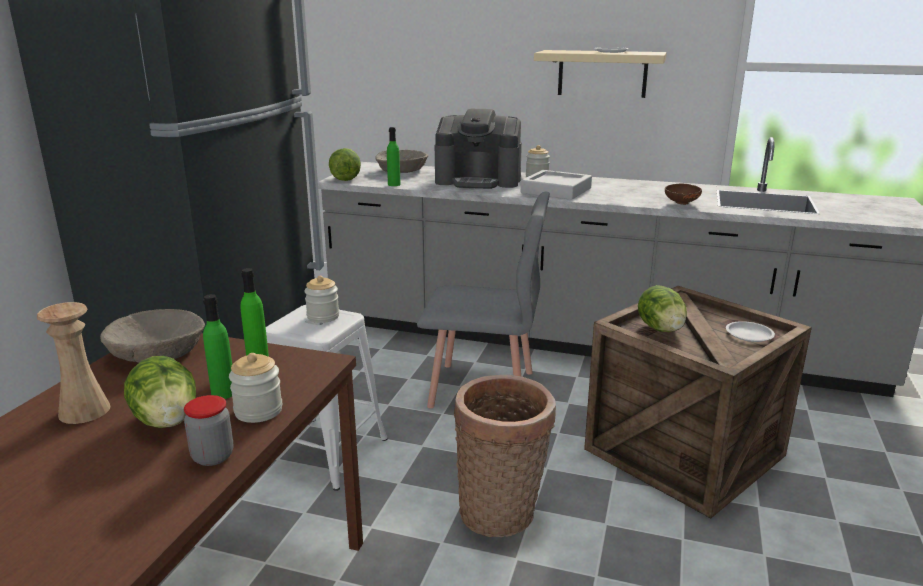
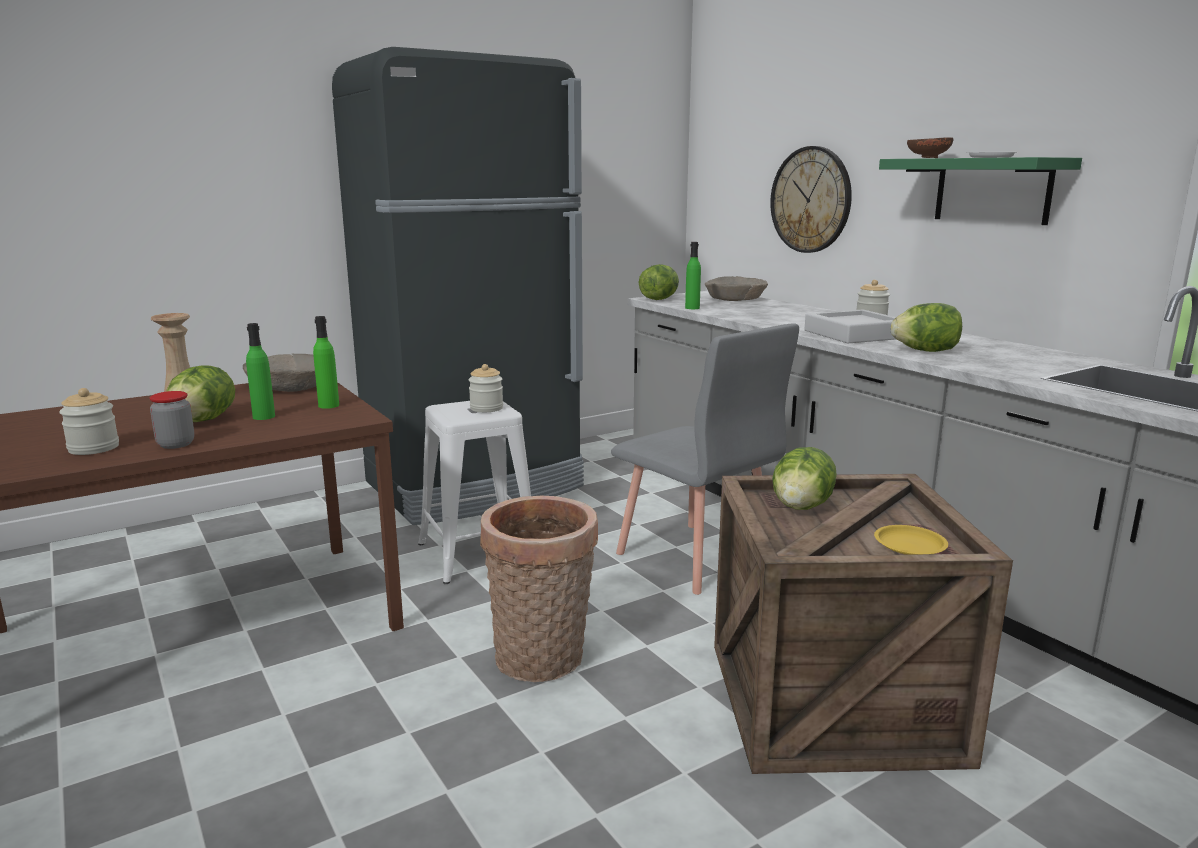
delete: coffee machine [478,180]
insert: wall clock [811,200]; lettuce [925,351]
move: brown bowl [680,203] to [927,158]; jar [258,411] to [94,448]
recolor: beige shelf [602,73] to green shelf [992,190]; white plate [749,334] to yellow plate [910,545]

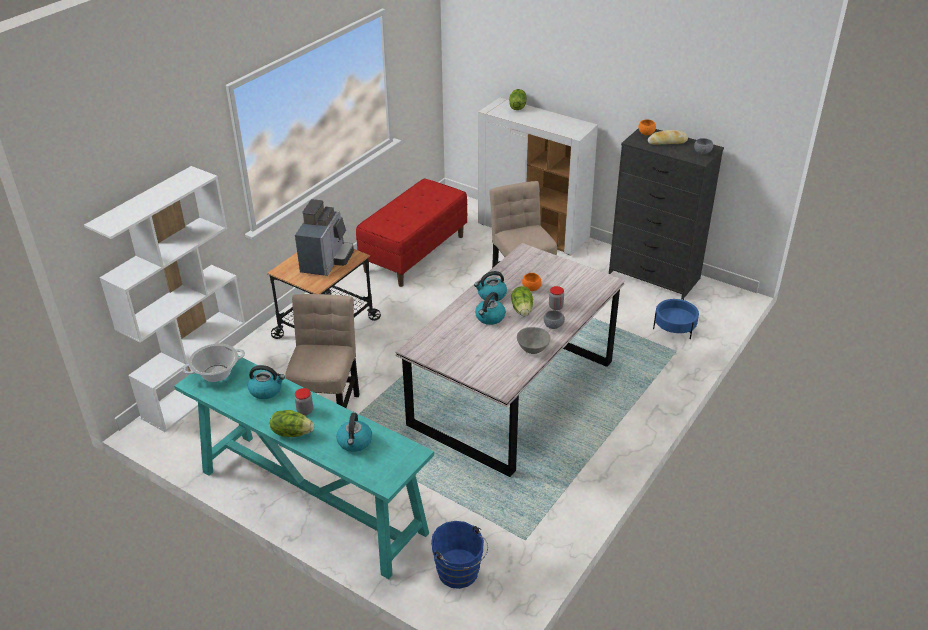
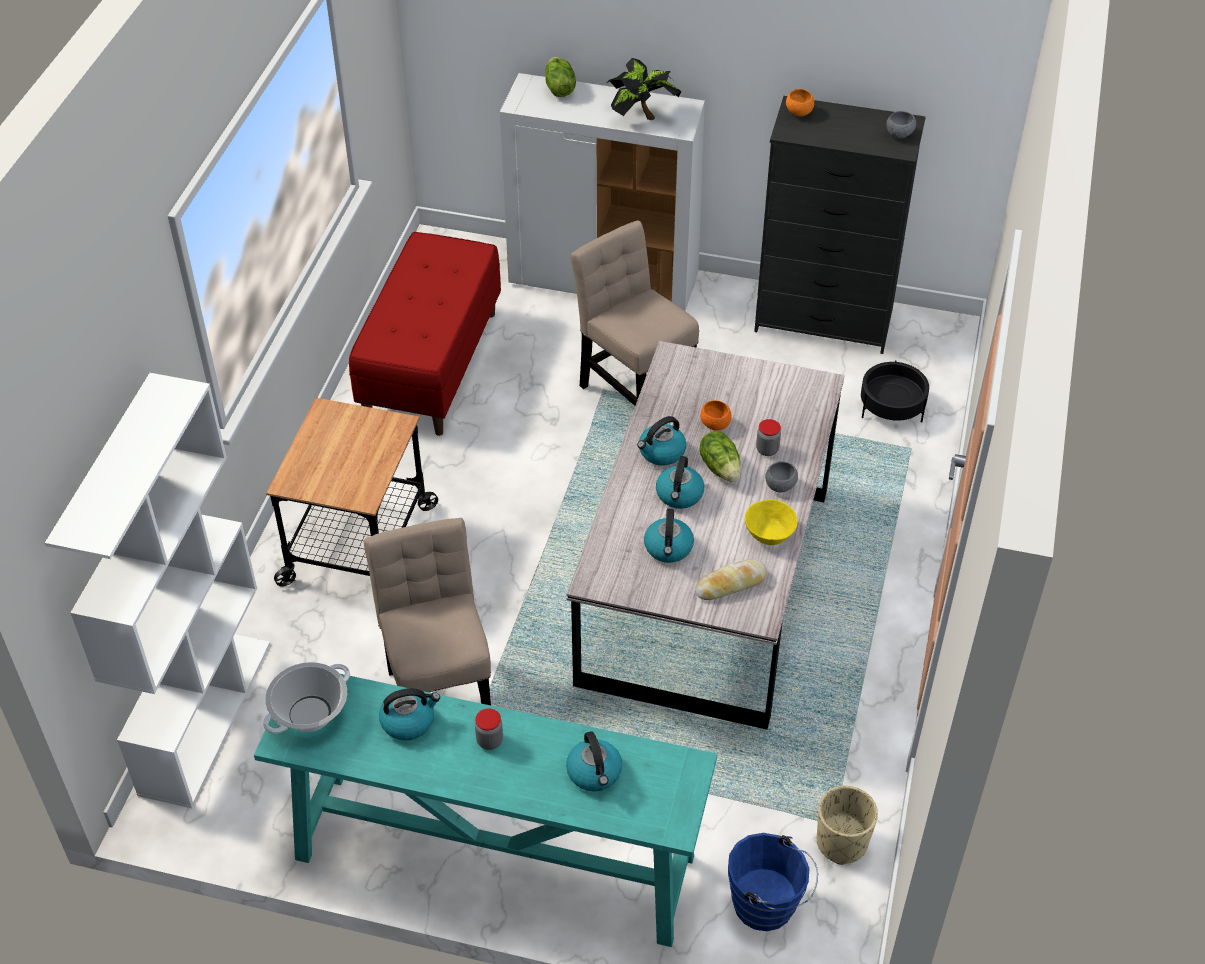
delete: coffee machine [326,261]; lettuce [292,432]
insert: potted plant [641,117]; kettle [668,548]; beige planter [841,843]
move: bread [667,142] to [730,584]
recolor: blue planter [674,327] to black planter [891,407]; grey bowl [533,348] to yellow bowl [770,534]

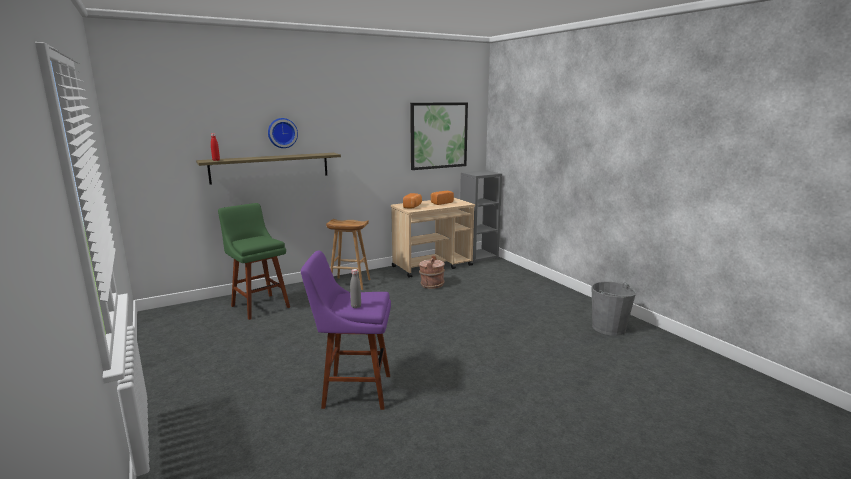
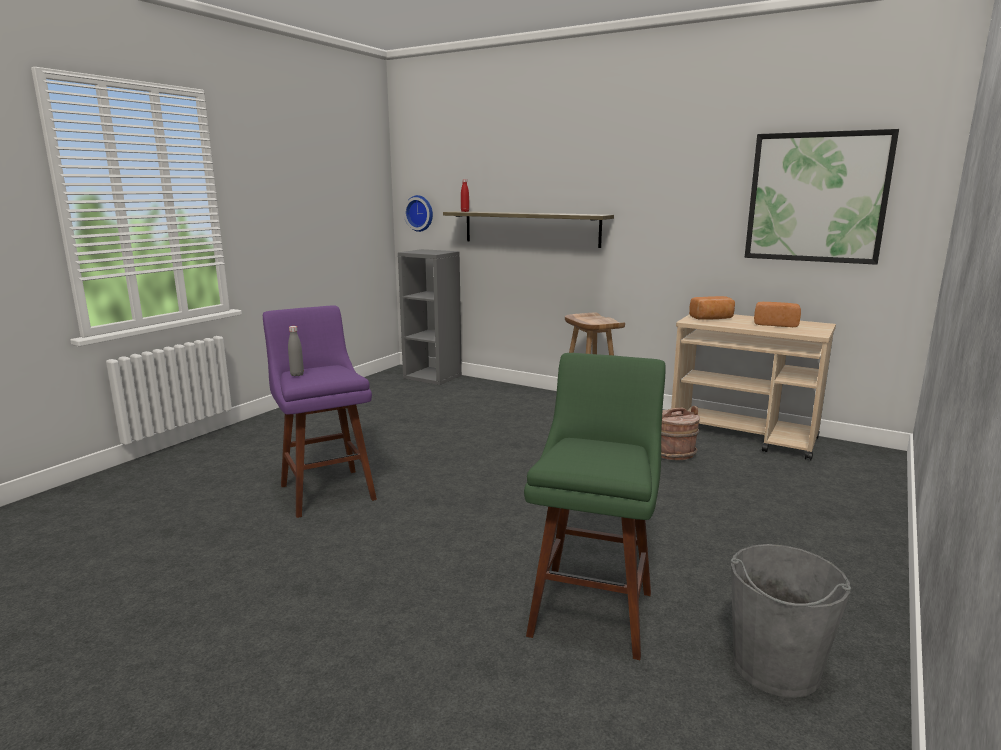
move: wall clock [282,133] to [420,213]; grey bookcase [478,256] to [433,377]; green stool [259,305] to [593,608]

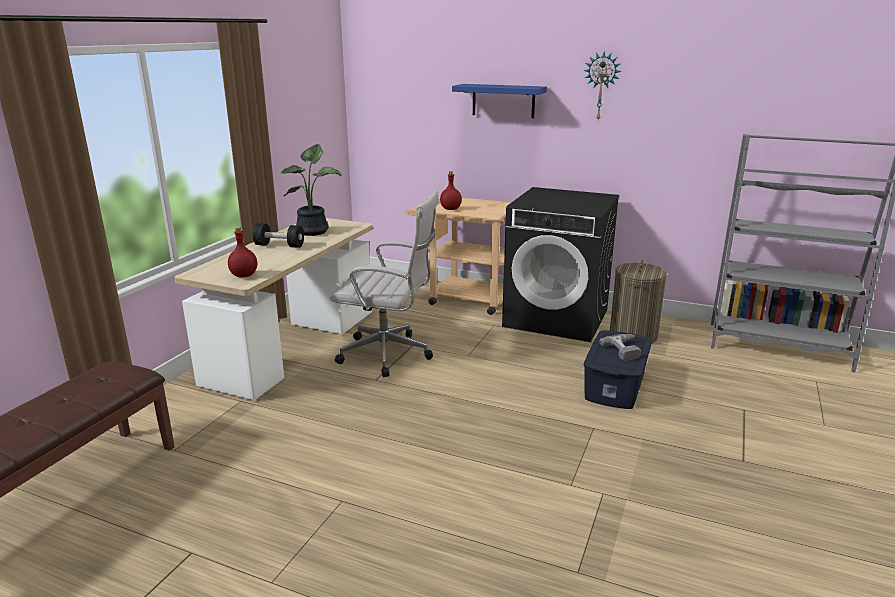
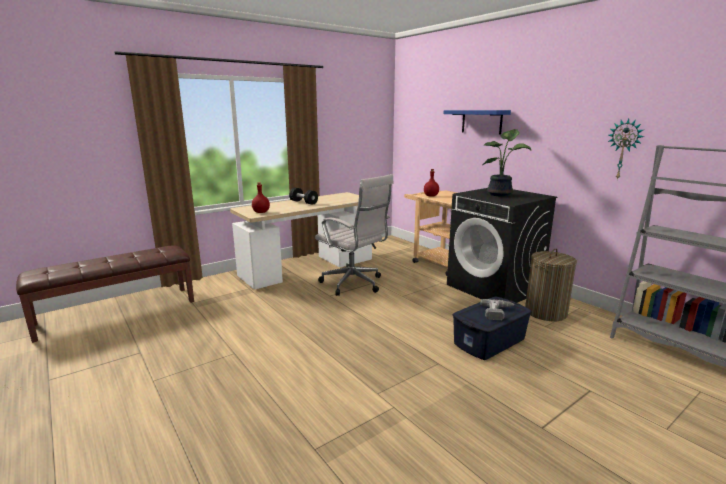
move: wall clock [601,86] to [624,149]; potted plant [314,231] to [501,194]

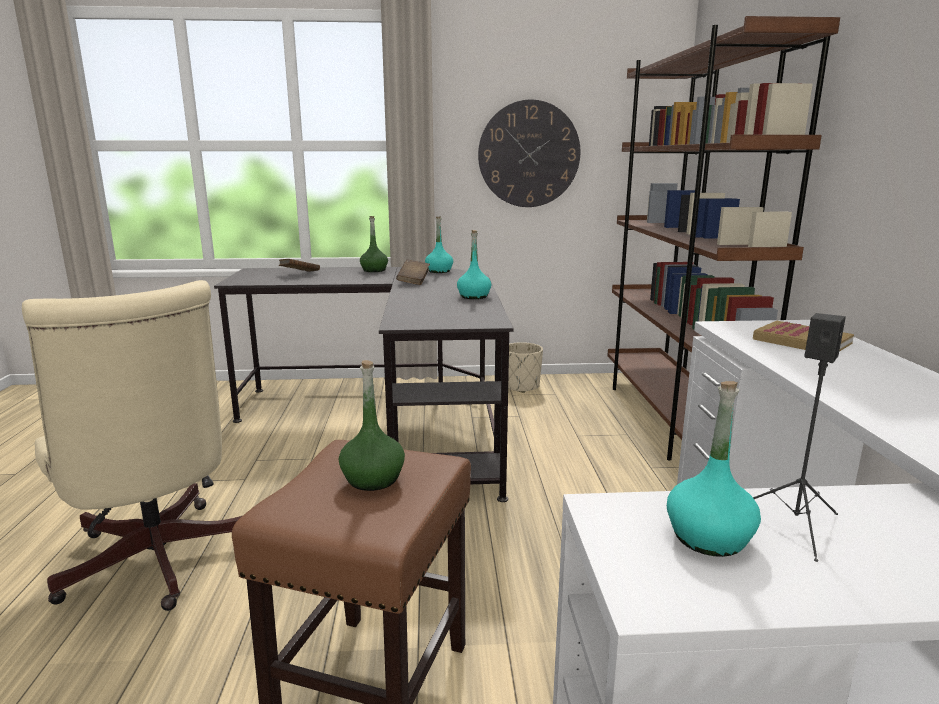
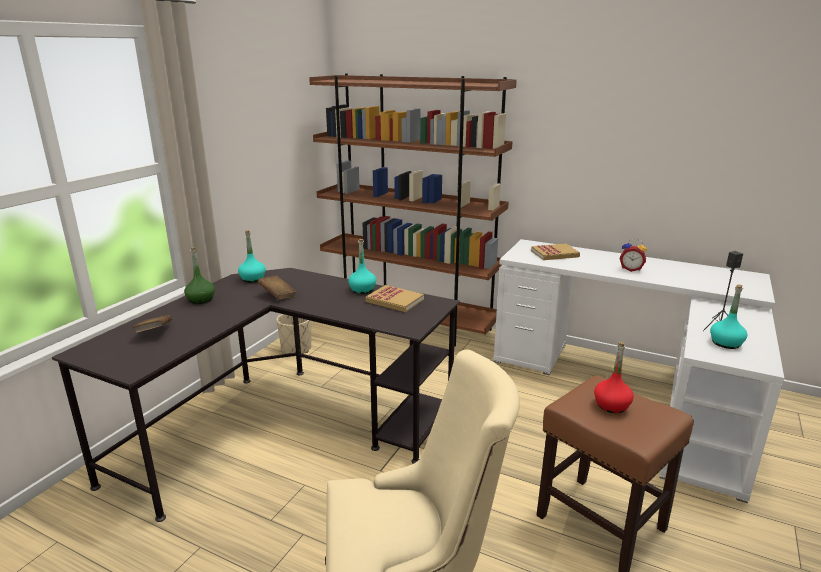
delete: wall clock [529,154]
insert: alarm clock [631,269]; book [395,301]
recolor: green bottle [373,479] to red bottle [611,405]

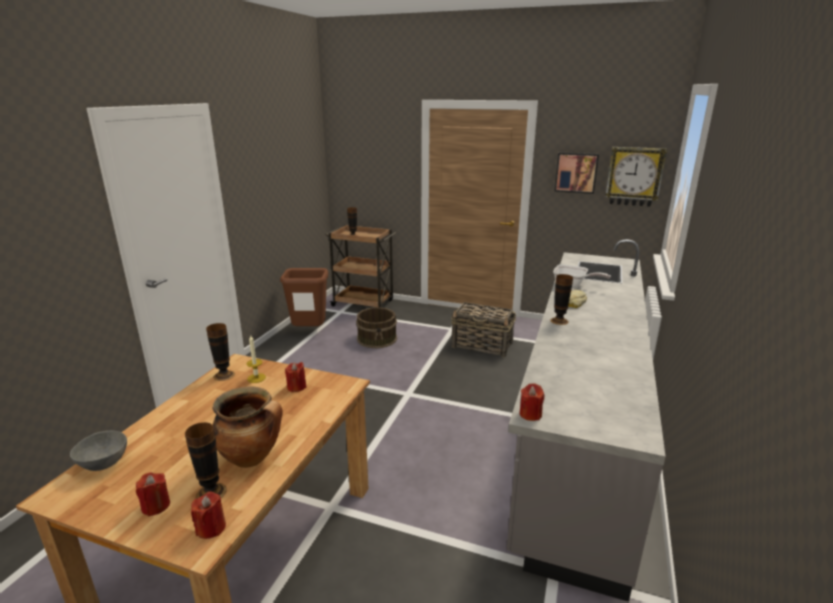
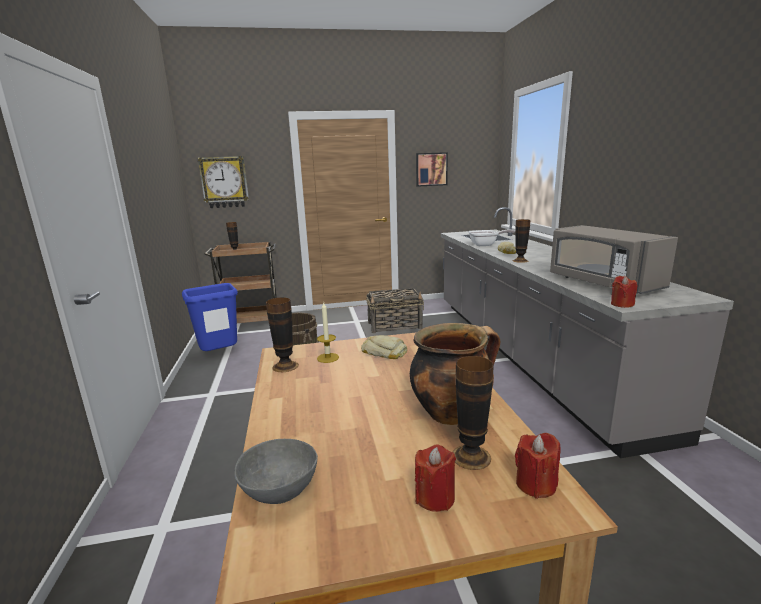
insert: grey microwave [602,283]
move: wall clock [634,176] to [224,182]
replace: red candle [296,387] to bread [384,352]
recolor: brown trash can [309,332] to blue trash can [219,356]

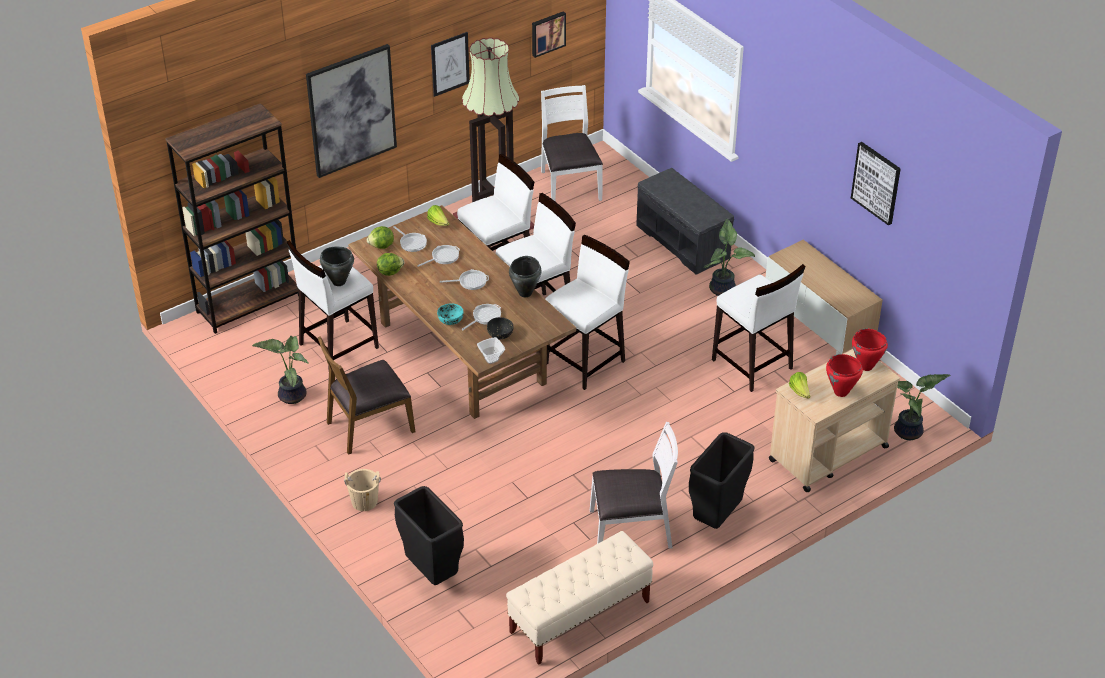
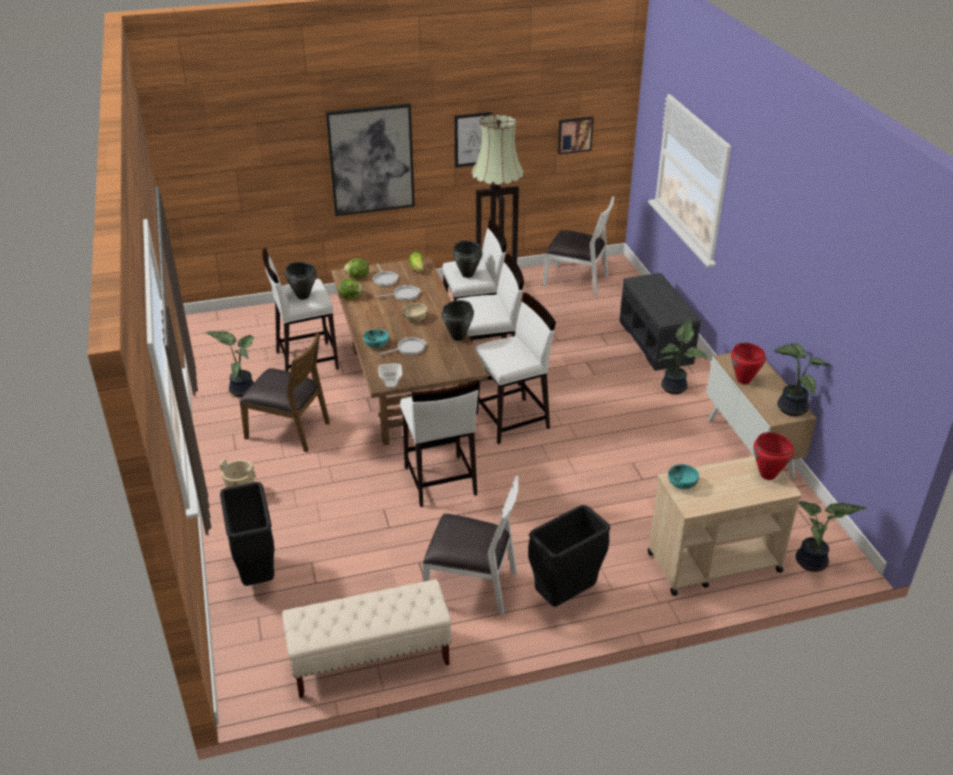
delete: brown bookcase [249,304]; picture [876,182]; black bowl [500,334]
insert: black cooking pot [467,274]; potted plant [790,408]
move: white stool [752,365] to [440,481]; red cooking pot [841,392] to [743,380]
replace: frying pan [470,281] to beige bowl [415,318]; lettuce [800,392] to turquoise bowl [682,483]
rotate: white chair [569,185] = [576,280] 105 degrees clockwise; brown chair [369,426] = [289,429] 150 degrees counterclockwise

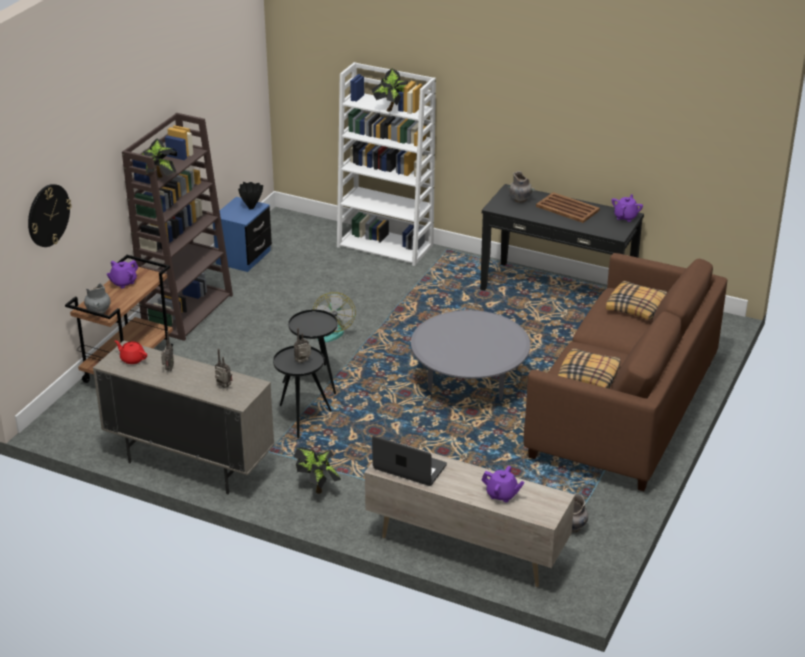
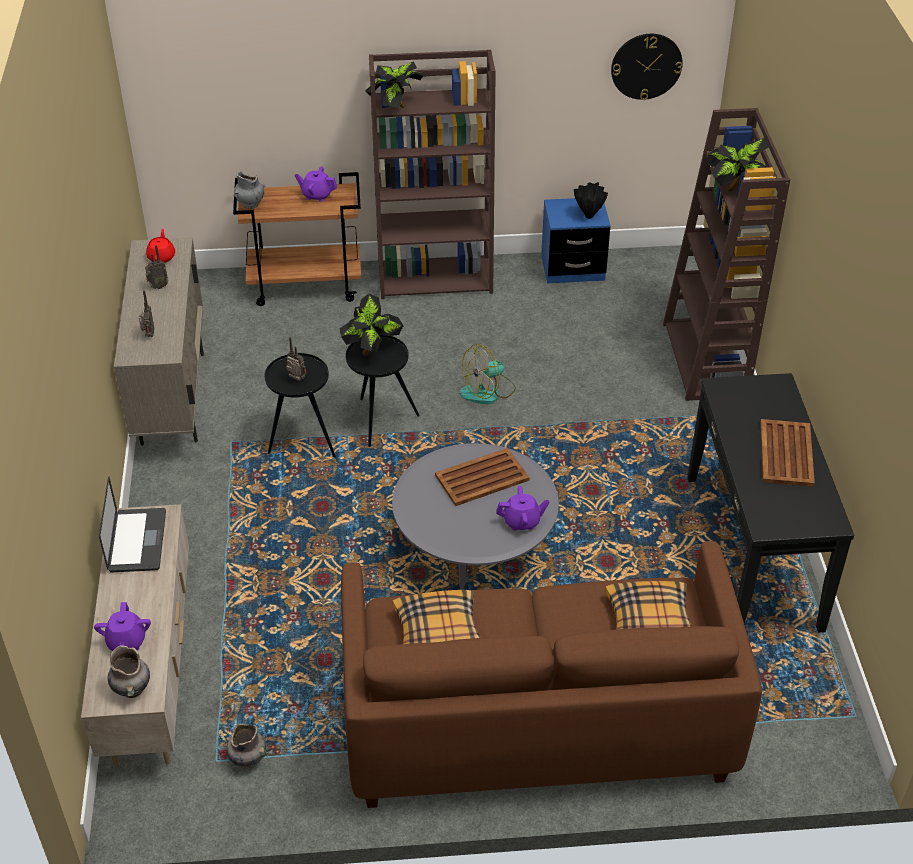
insert: brown tray [483,478]
move: grey vase [520,200] to [132,690]; wall clock [48,215] to [646,66]; purple teapot [625,217] to [522,521]; potted plant [318,487] to [372,349]
recolor: white bookcase [386,245] to brown bookcase [706,360]

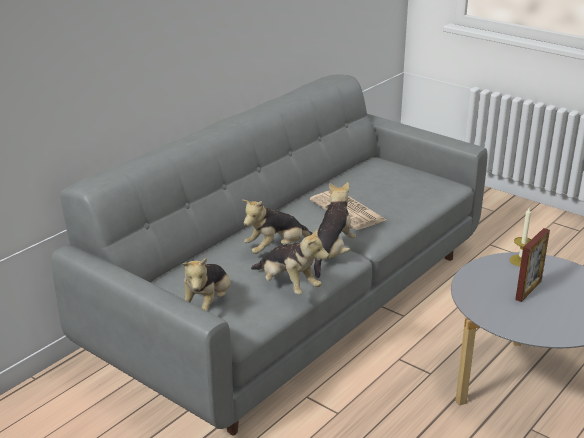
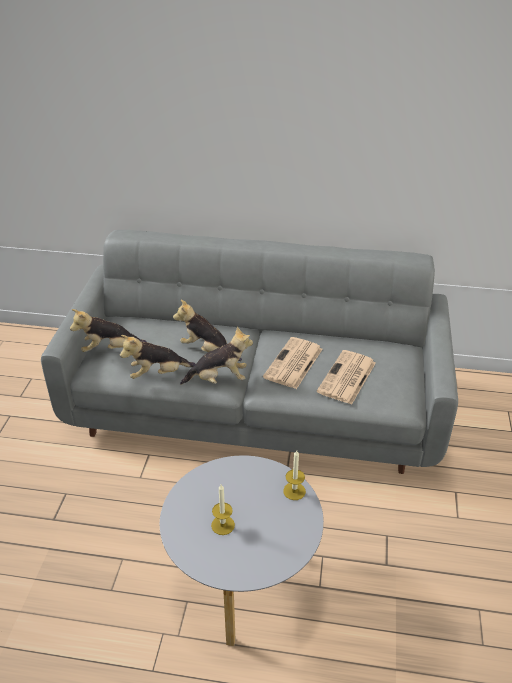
delete: picture frame [528,290]
insert: newspaper [347,378]; candle [223,525]
rotate: plush toy [288,285] = [158,374] 60 degrees clockwise

